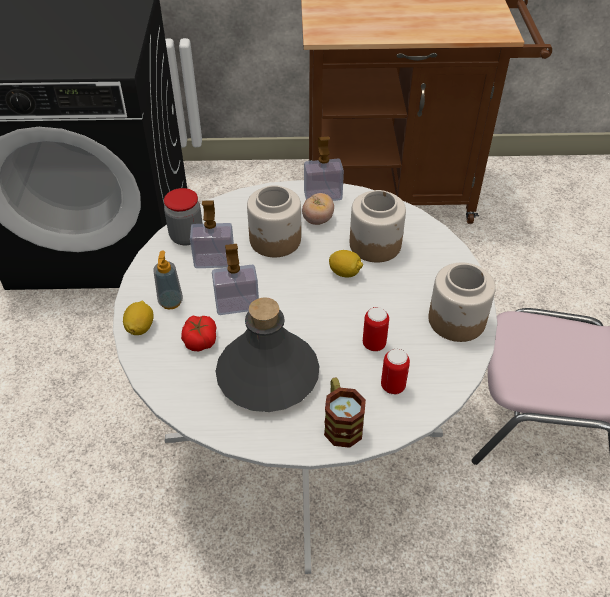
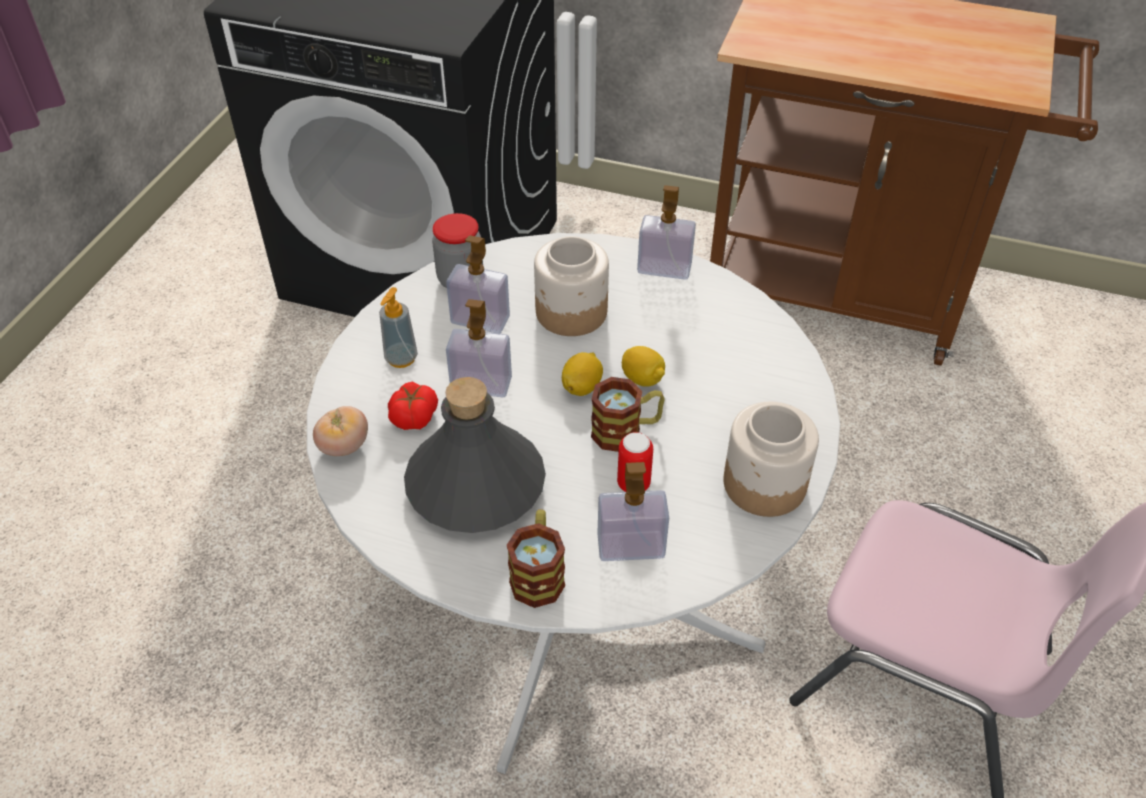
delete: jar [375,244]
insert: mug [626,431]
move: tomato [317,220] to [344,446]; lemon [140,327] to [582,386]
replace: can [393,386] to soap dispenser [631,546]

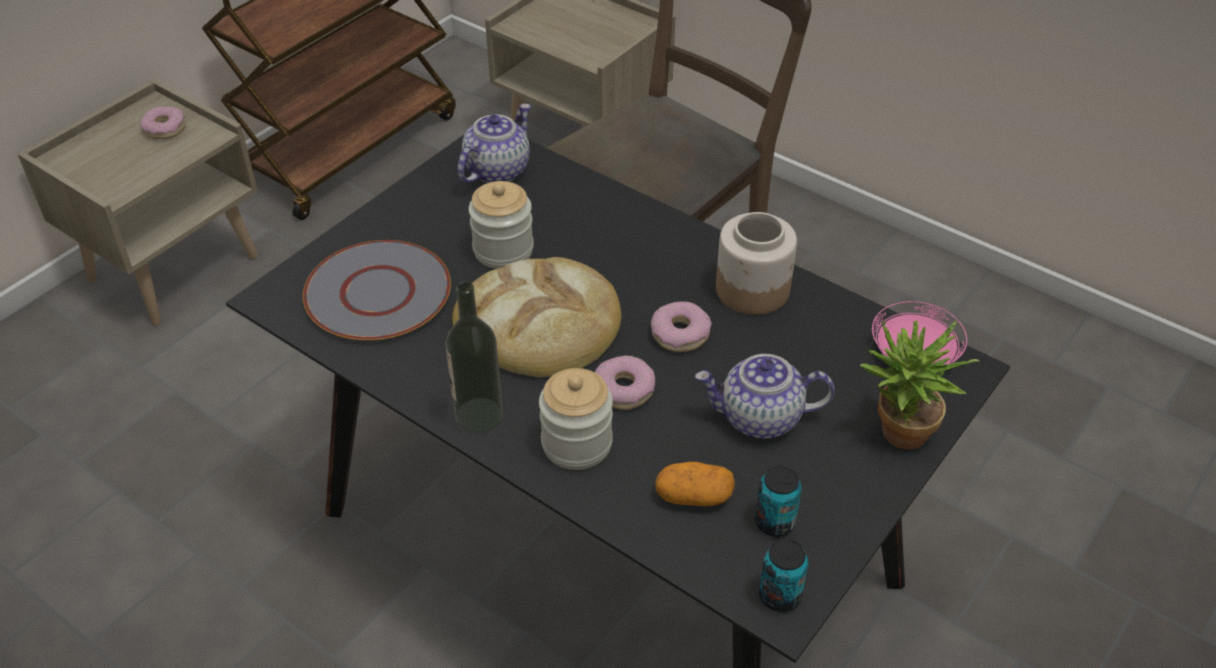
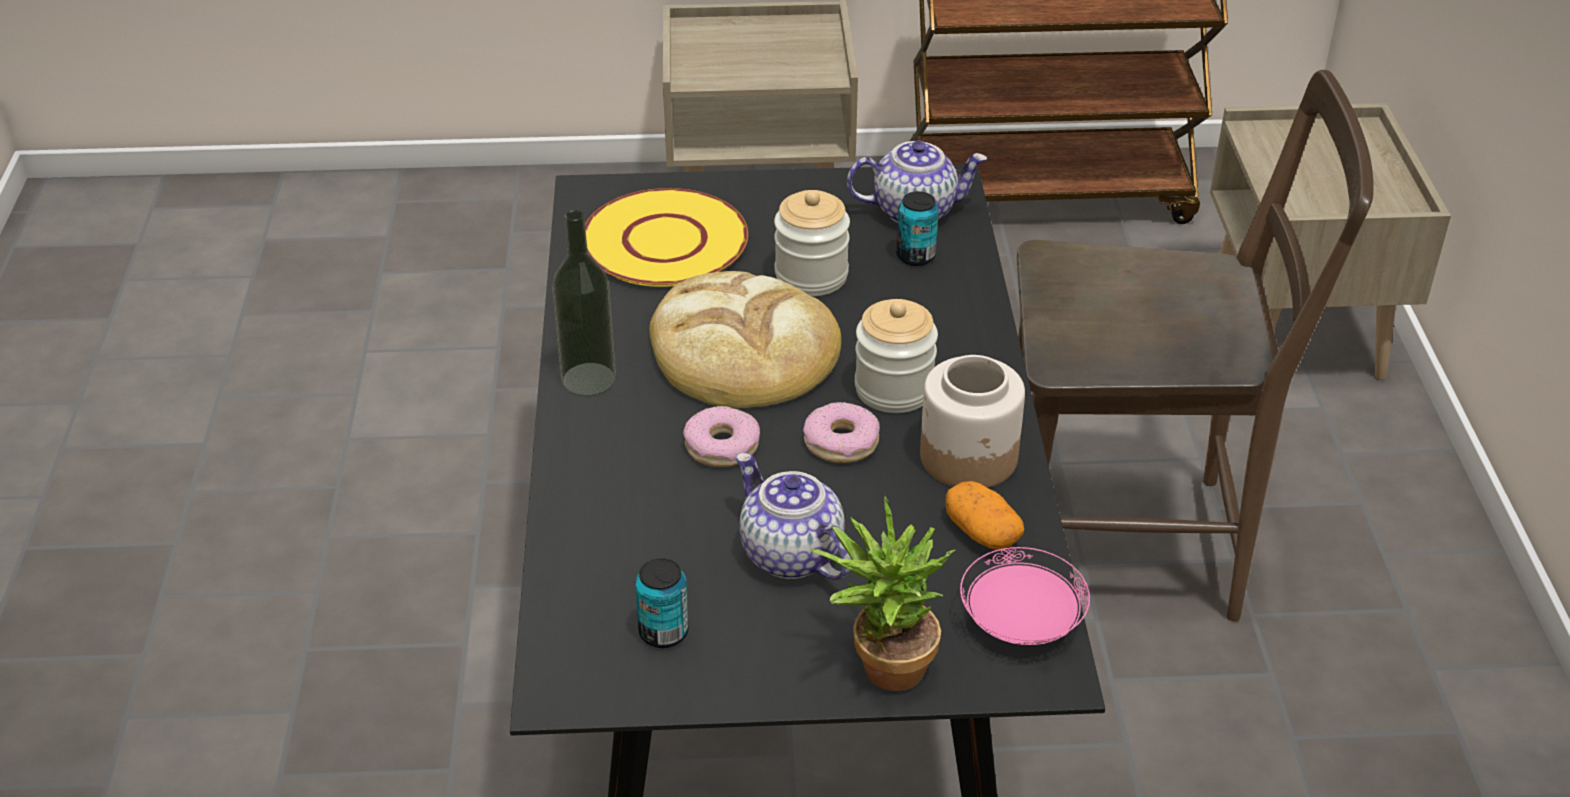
delete: donut [165,129]
move: jar [576,444] to [894,389]; potato [693,496] to [981,532]; can [779,596] to [915,256]
recolor: grey plate [378,292] to yellow plate [666,241]

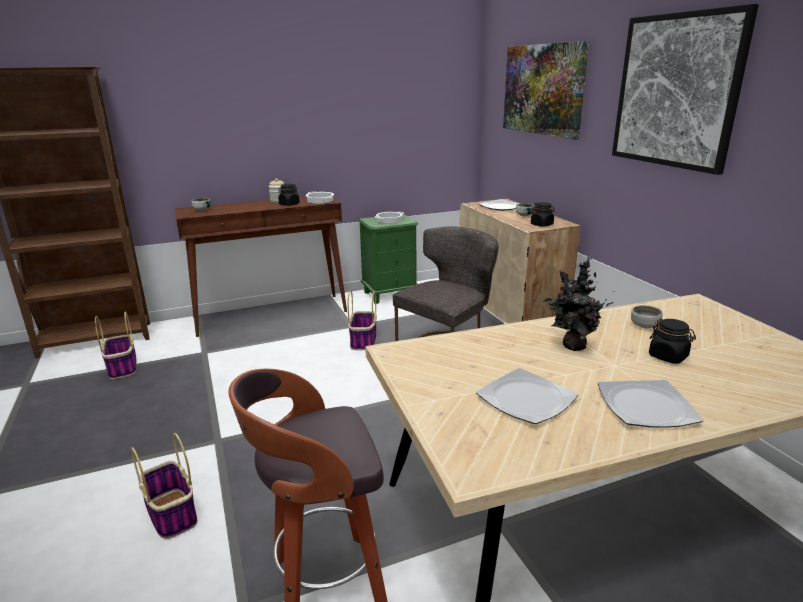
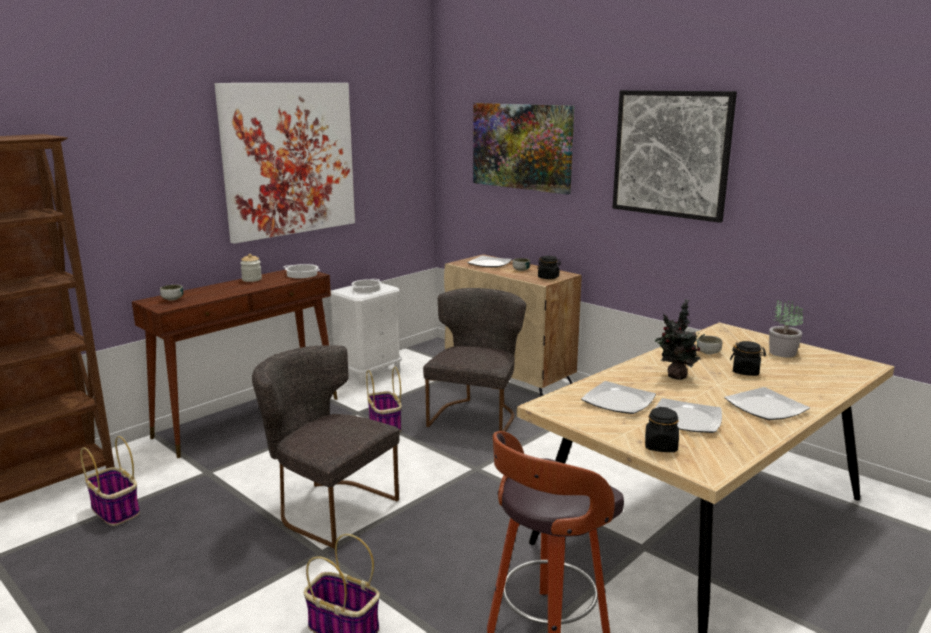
insert: picture [289,159]; potted plant [782,353]; grey chair [328,507]; plate [617,401]
move: black jar [289,204] to [661,446]
recolor: green nightstand [390,294] to white nightstand [369,373]

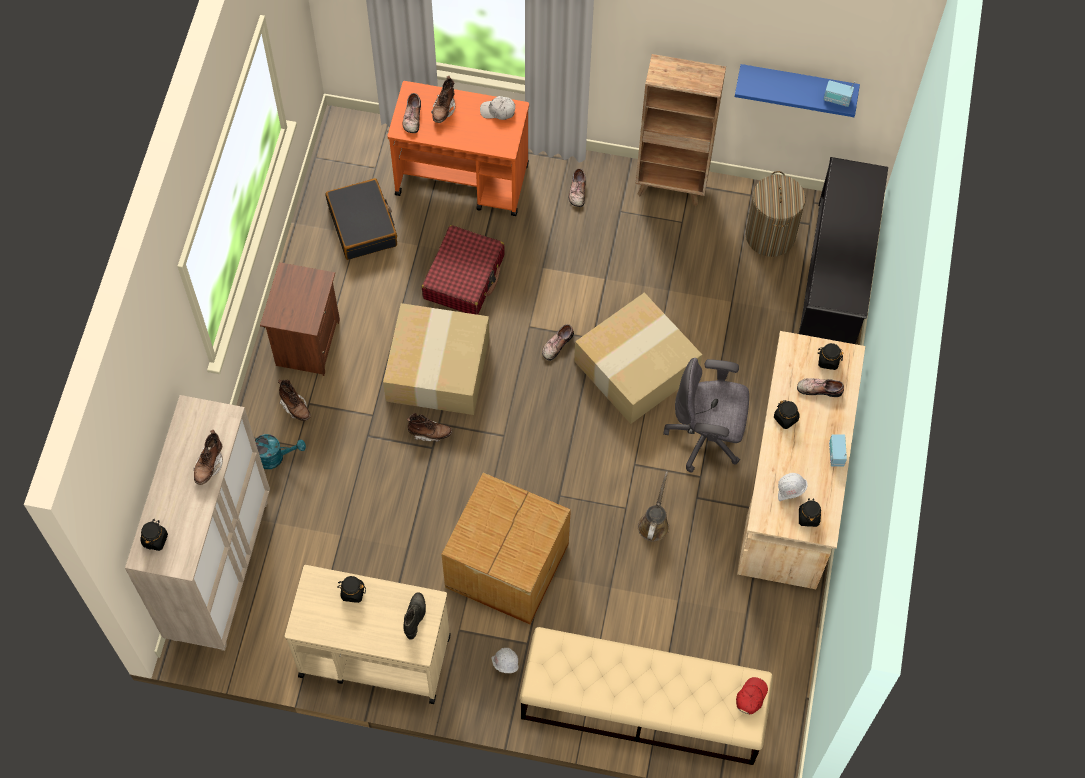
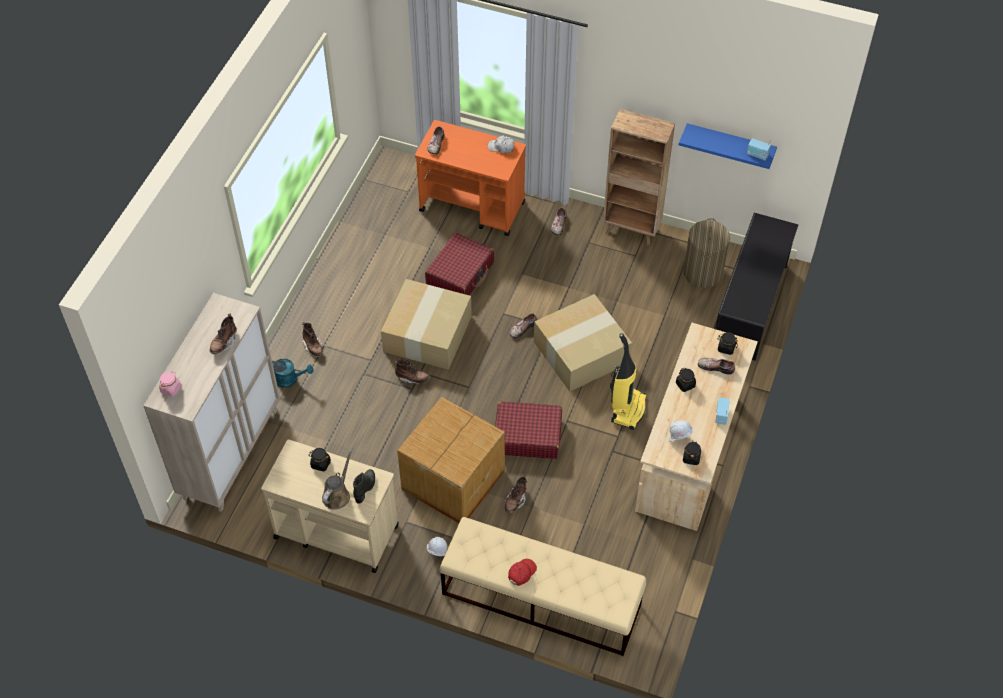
delete: black suitcase [363,225]; brown nightstand [306,343]
insert: red suitcase [527,436]
move: brown boot [443,109] to [515,501]; brown watering can [654,523] to [337,494]; red cap [751,697] to [521,573]
replace: grey office chair [706,437] to vacuum cleaner [627,409]
recolor: black jar [155,539] to pink jar [171,389]

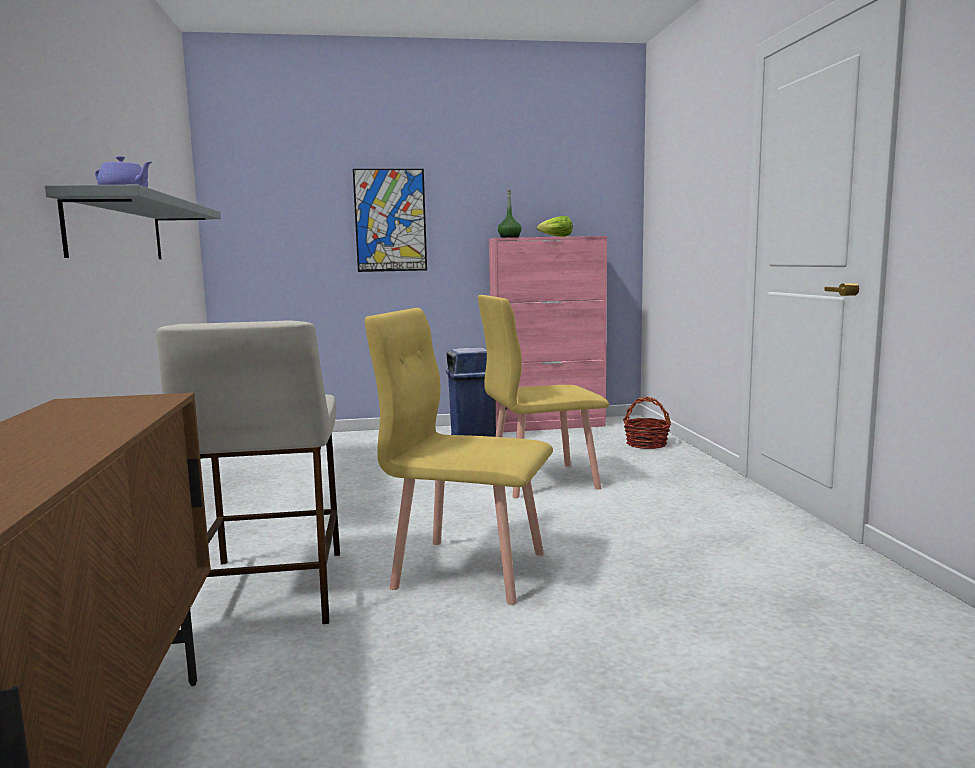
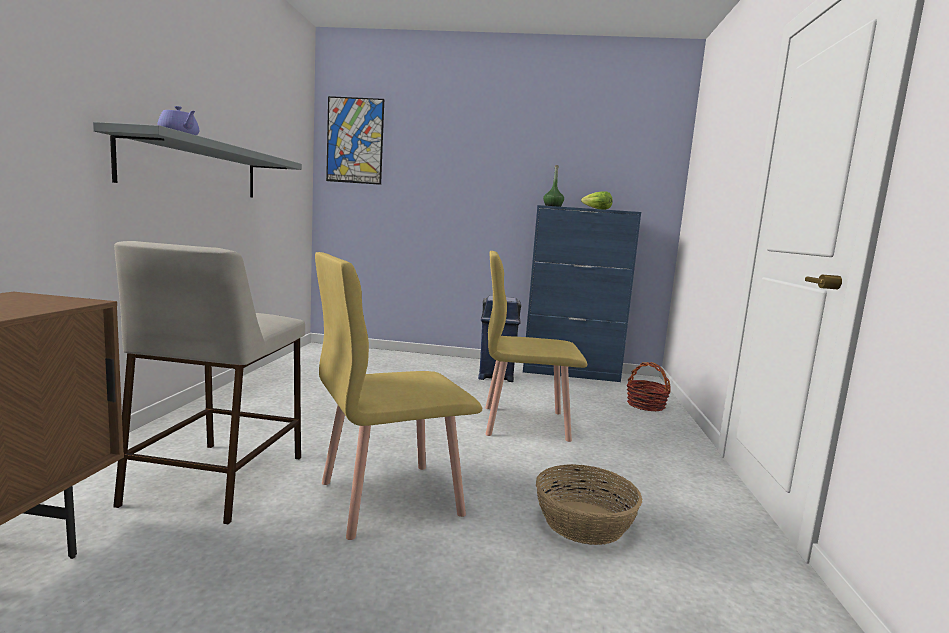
insert: basket [584,522]
move: picture [390,220] to [355,140]
recolor: pink cabinet [549,425] to blue cabinet [571,373]
rotate: yellow chair [469,569] = [388,498] 60 degrees counterclockwise

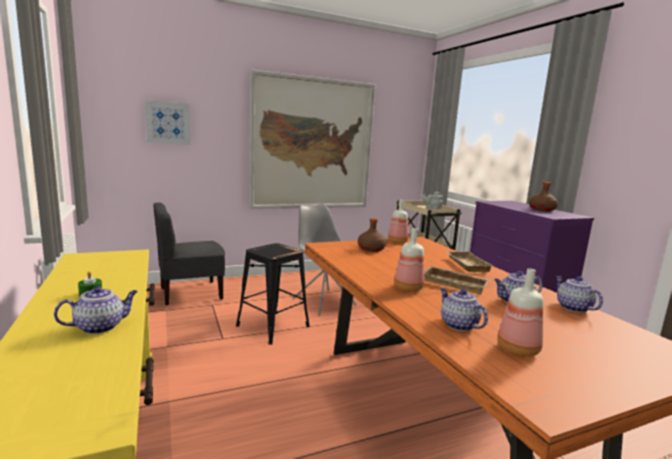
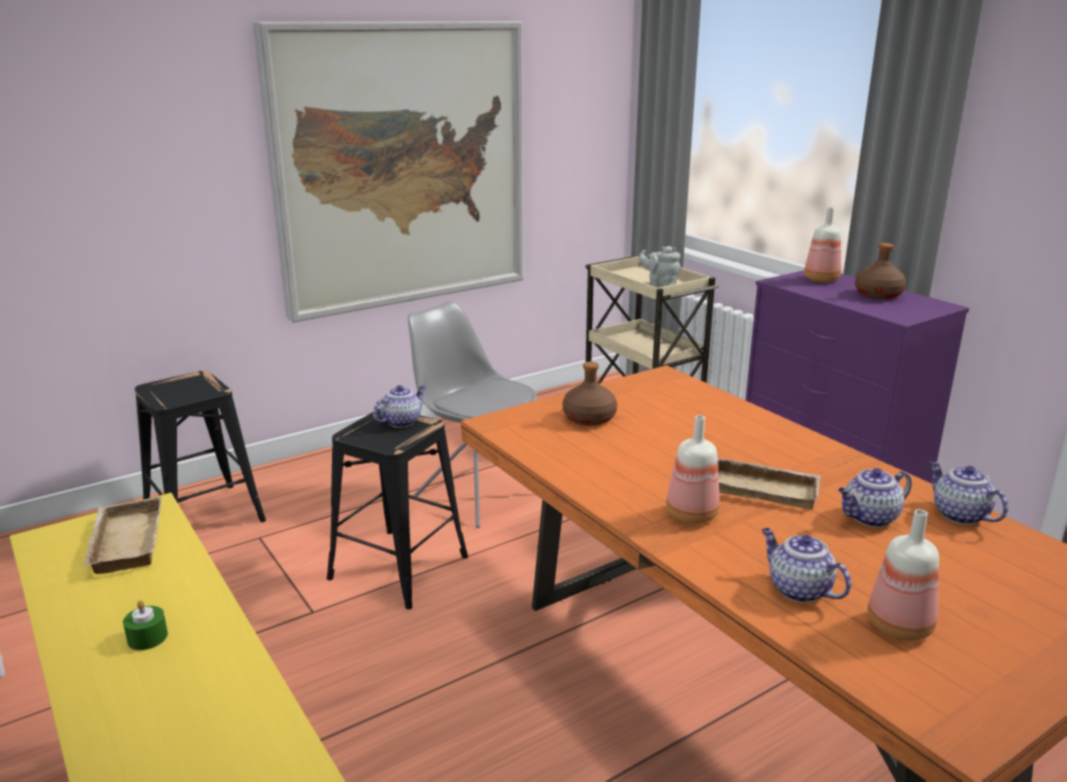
delete: picture [168,123]
move: bottle [397,241] to [820,279]; beige tray [465,264] to [124,542]; teapot [101,326] to [401,421]
replace: grey chair [190,293] to black stool [202,517]

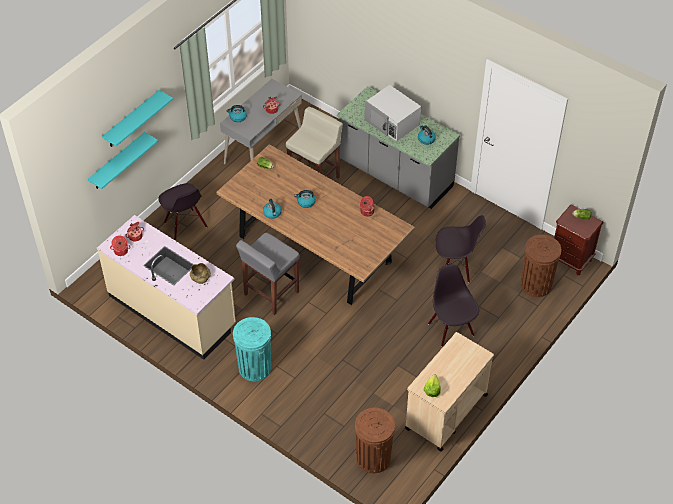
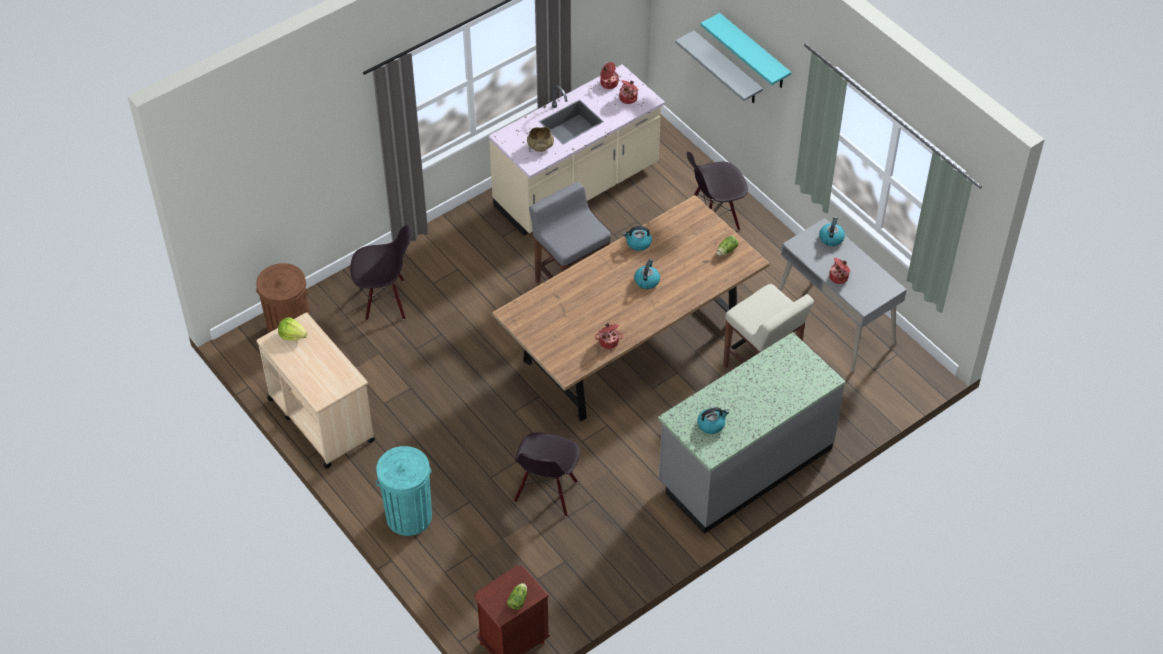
delete: white microwave [392,122]; brown trash can [536,284]
move: black chair [451,329] to [385,301]; turquoise trash can [254,367] to [409,516]
recolor: turquoise shelf [117,162] to grey shelf [727,69]

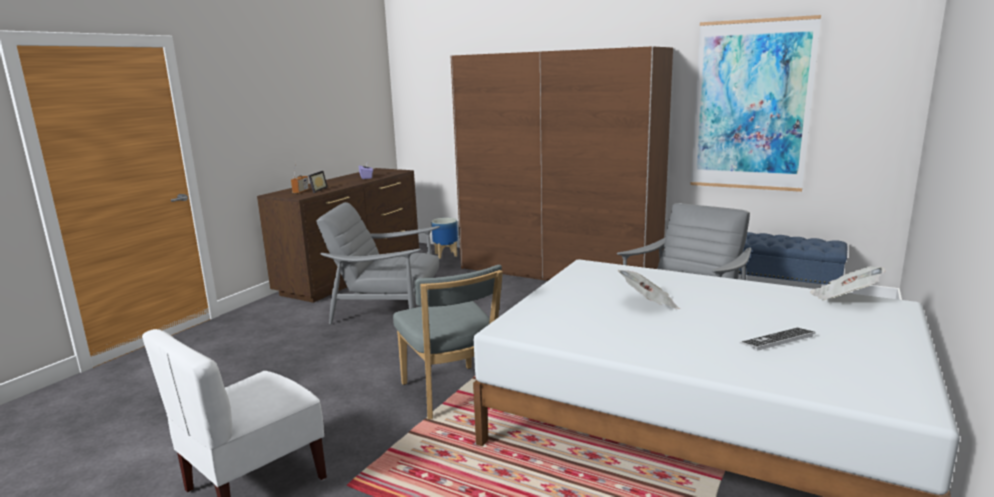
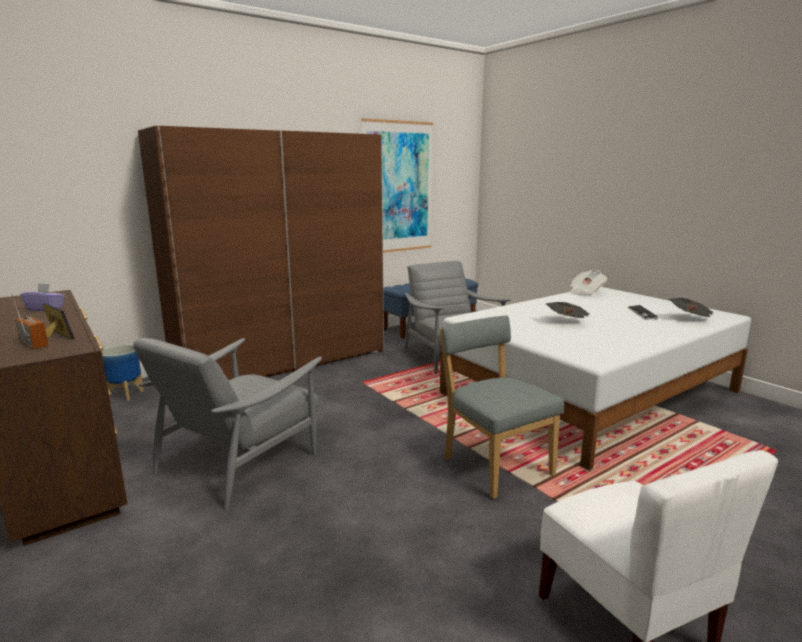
insert: newspaper [690,319]
rotate: grey chair [451,395] = [494,464] 120 degrees counterclockwise

